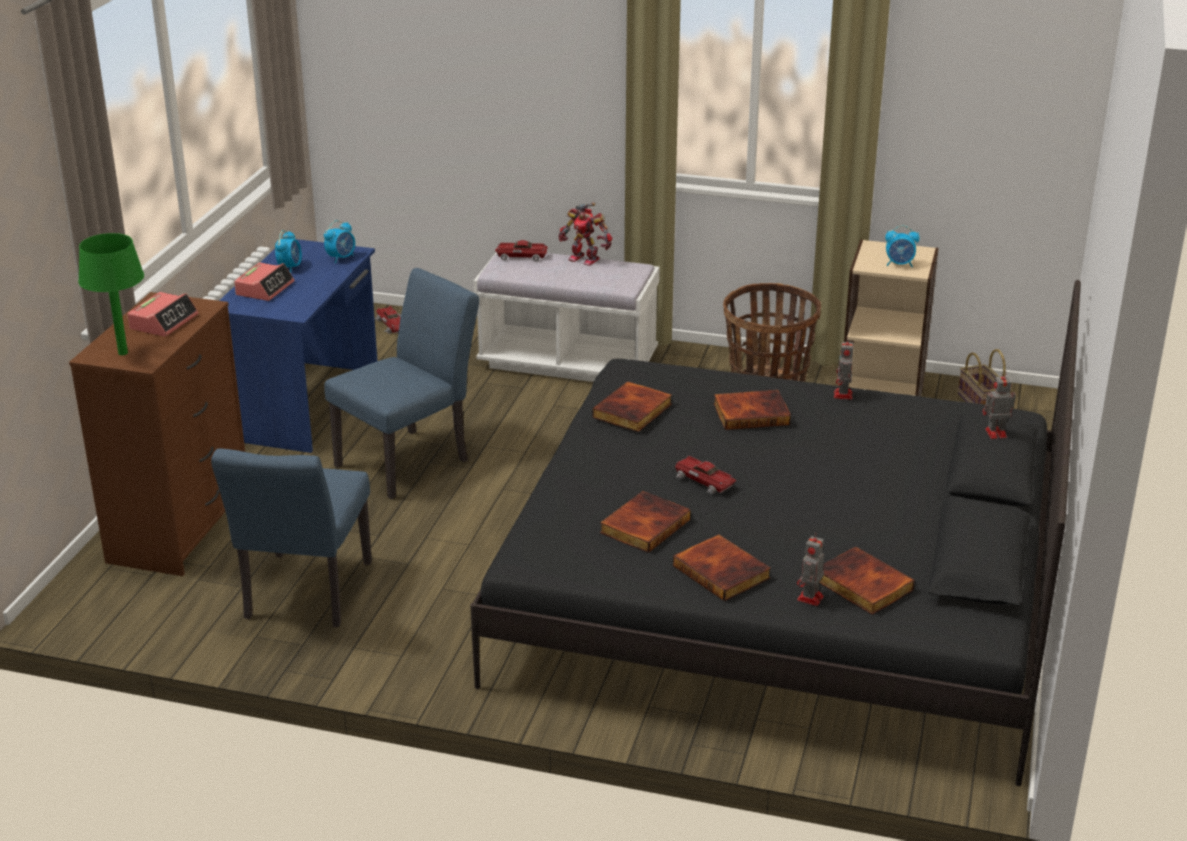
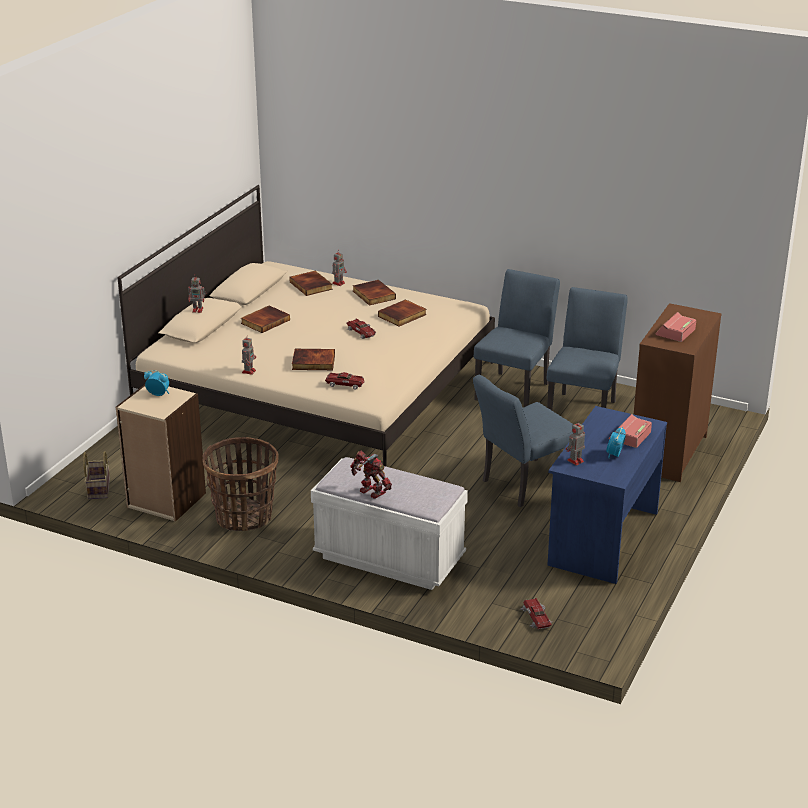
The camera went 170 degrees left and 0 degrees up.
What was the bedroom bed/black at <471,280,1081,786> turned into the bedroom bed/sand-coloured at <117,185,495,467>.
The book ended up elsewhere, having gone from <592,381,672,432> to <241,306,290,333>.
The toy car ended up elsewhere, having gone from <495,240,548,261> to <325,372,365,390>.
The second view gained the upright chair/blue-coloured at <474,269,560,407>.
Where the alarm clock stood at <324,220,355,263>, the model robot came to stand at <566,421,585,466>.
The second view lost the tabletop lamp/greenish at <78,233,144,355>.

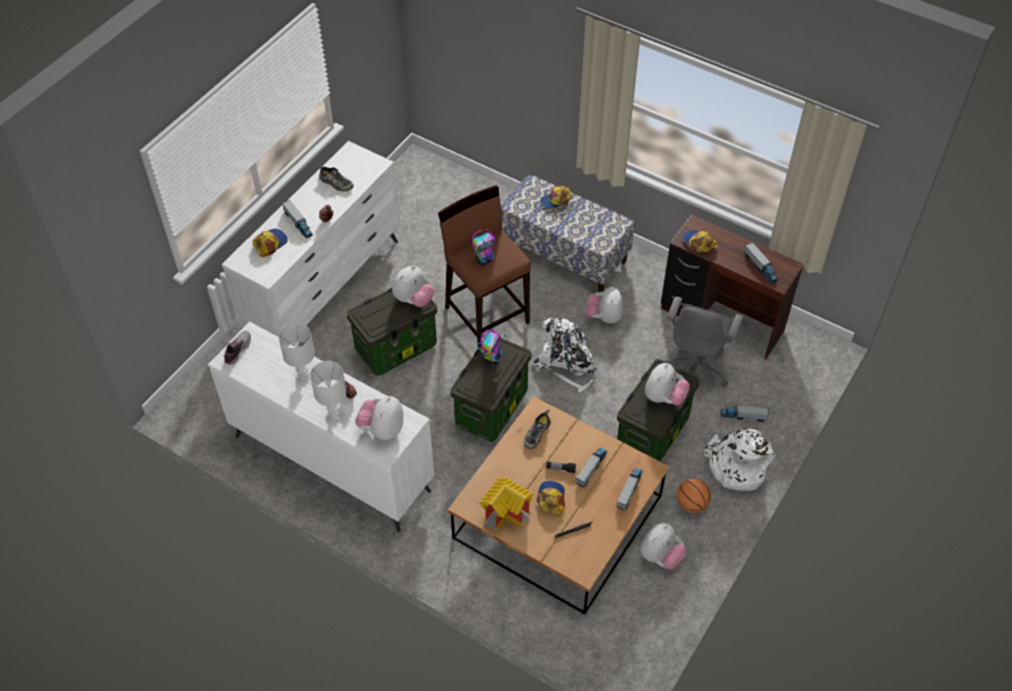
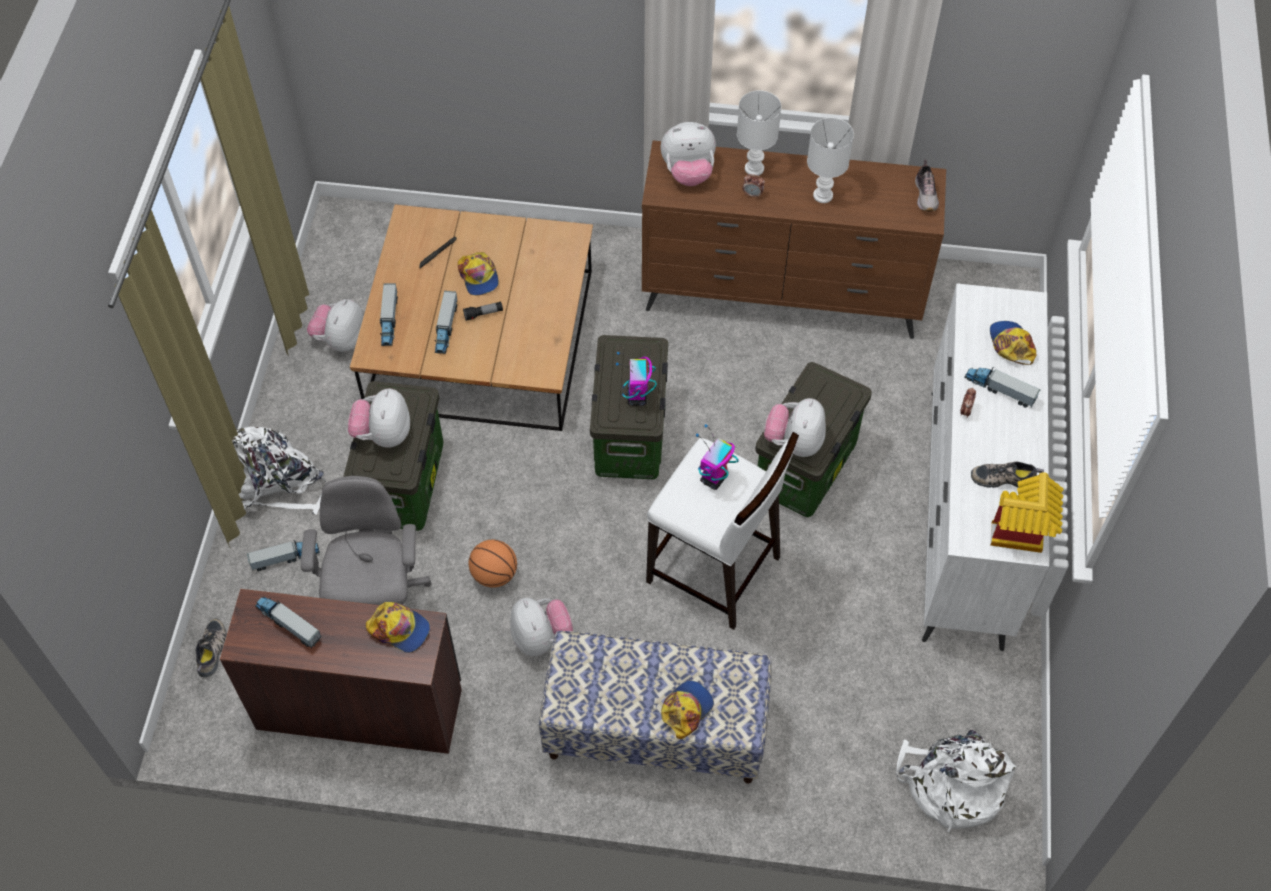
The camera went 155 degrees right and 5 degrees up.
The shoe ended up elsewhere, having gone from <524,409,551,449> to <196,618,227,677>.
The ball for basketball ended up elsewhere, having gone from <677,479,711,513> to <469,540,517,588>.
What was the drawer chest/white-coloured at <208,321,434,532> turned into the drawer chest/brown at <642,141,946,339>.
What was the stool seat/brown at <438,185,531,347> turned into the stool seat/white-coloured at <646,432,799,630>.
The soft toy at <355,396,403,440> ended up facing another way, 90 degrees clockwise from before.
The knapsack/white-coloured ended up elsewhere, having gone from <533,318,597,393> to <896,730,1016,832>.
The peaked cap at <253,228,288,257> ended up facing another way, 150 degrees clockwise from before.
The toy house ended up elsewhere, having gone from <479,477,533,531> to <990,472,1063,553>.

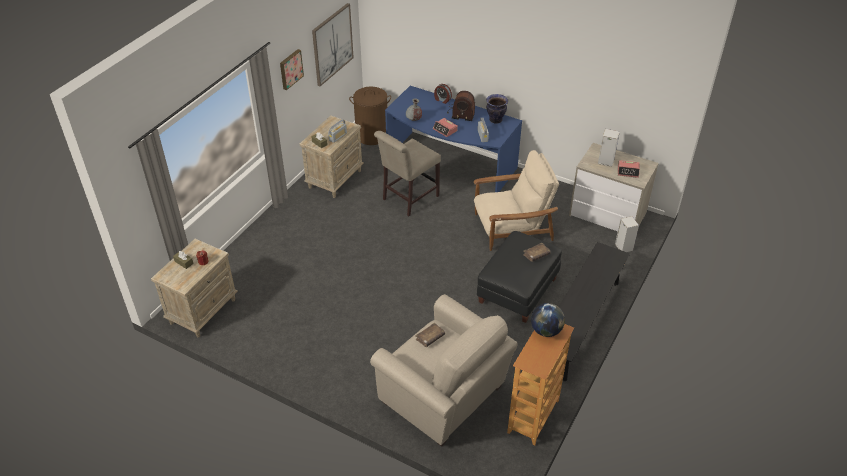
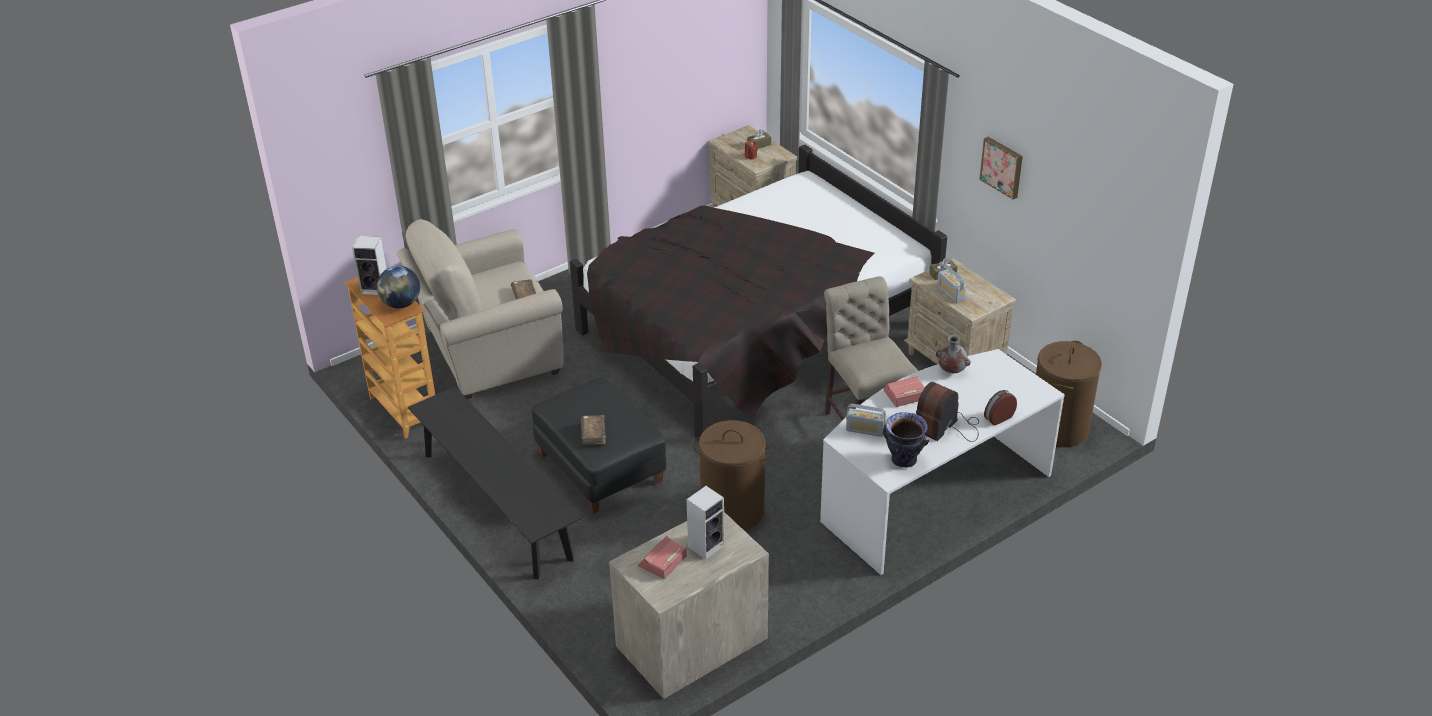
The camera went 115 degrees right and 5 degrees down.
The speaker ended up elsewhere, having gone from <615,216,639,252> to <352,236,387,295>.
The second view gained the bedroom bed/black at <570,145,947,440>.
Where the armchair/sand-coloured stood at <474,150,559,251>, the laundry basket/brown came to stand at <691,420,773,531>.
What was the desk unit/blue-coloured at <385,86,522,192> turned into the desk unit/white-coloured at <820,349,1065,575>.
The second view lost the wall picture at <312,3,354,86>.

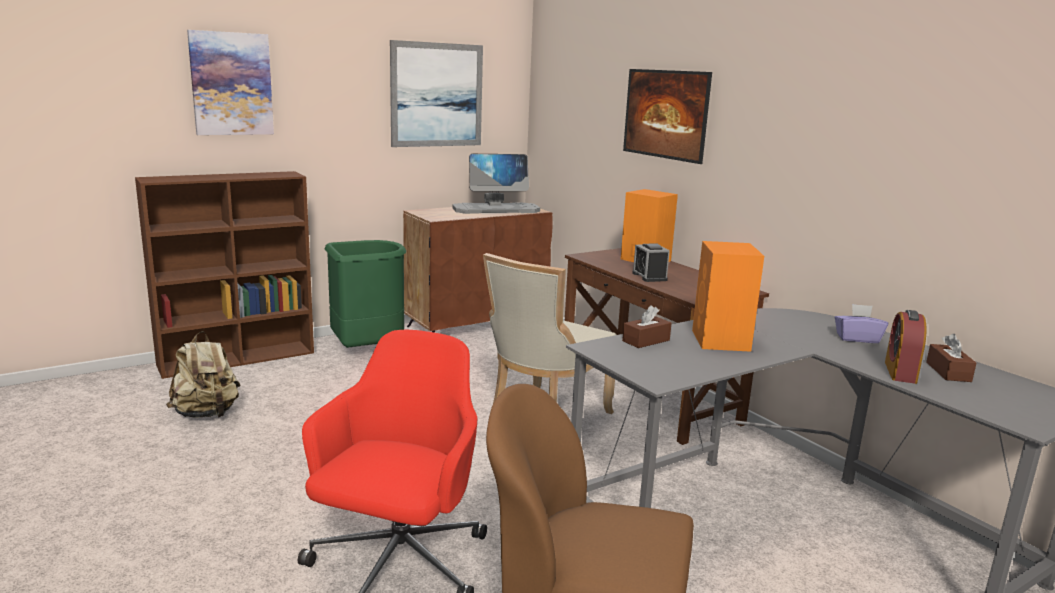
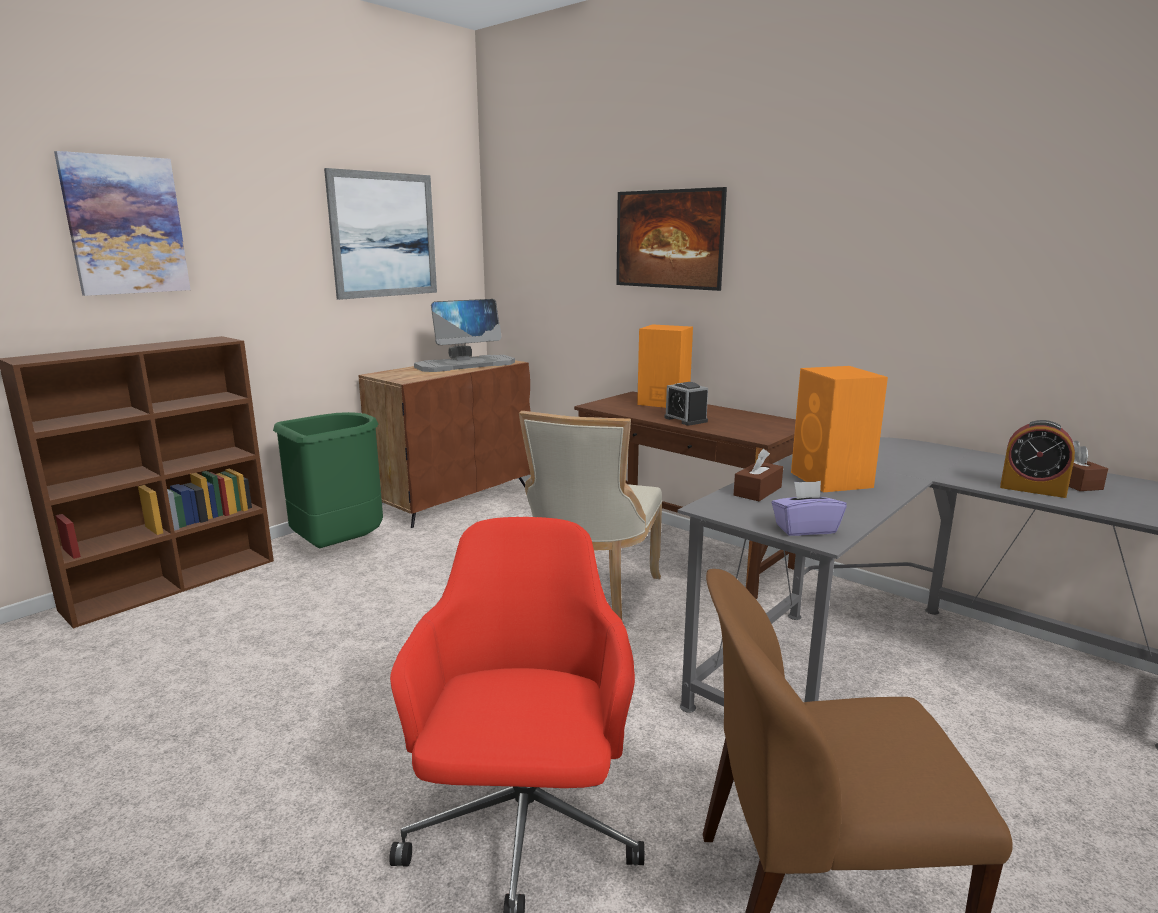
The camera went 15 degrees left and 0 degrees up.
The box of tissues/purplish ended up elsewhere, having gone from <835,304,888,343> to <772,481,847,536>.
The alarm clock at <885,310,927,384> ended up facing another way, 60 degrees counterclockwise from before.
The second view lost the knapsack/sand-coloured at <166,331,240,418>.

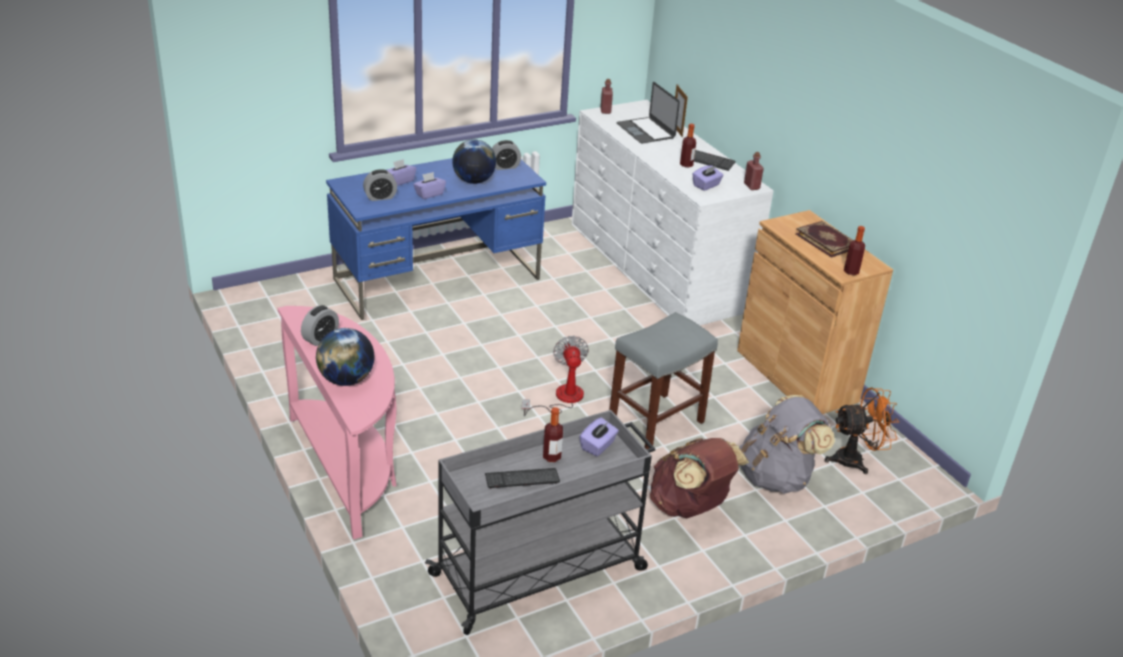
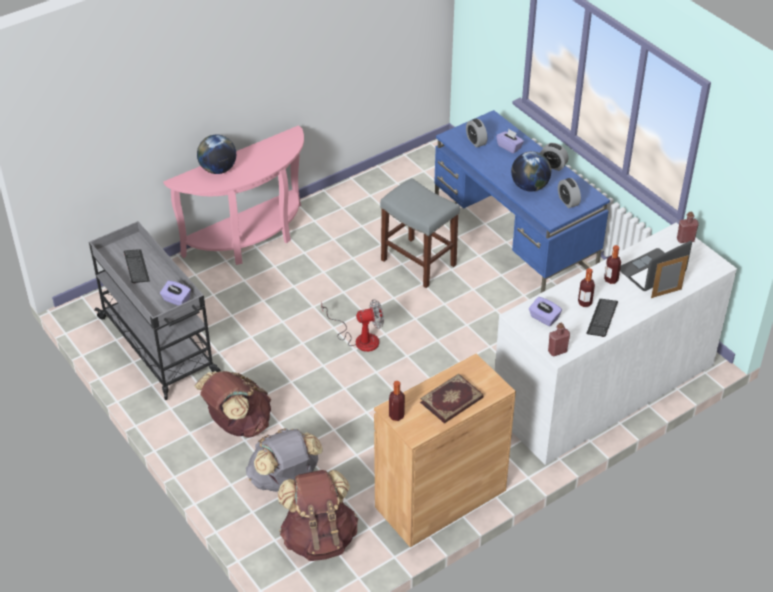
The camera went 85 degrees right and 10 degrees up.
Where the electric fan/orange-coloured stood at <825,388,899,474>, the knapsack/brown came to stand at <278,470,358,561>.
The stool seat/gray ended up elsewhere, having gone from <610,312,718,449> to <380,178,460,288>.
The alarm clock ended up elsewhere, having gone from <301,305,339,346> to <540,143,569,171>.
The beverage bottle ended up elsewhere, having gone from <543,407,563,462> to <604,245,621,284>.
The second view lost the box of tissues/purplish at <413,172,446,199>.

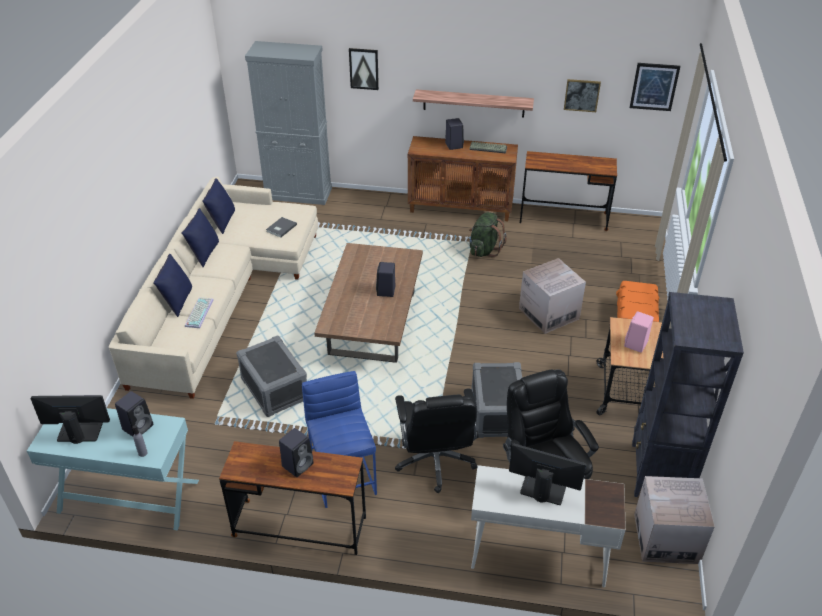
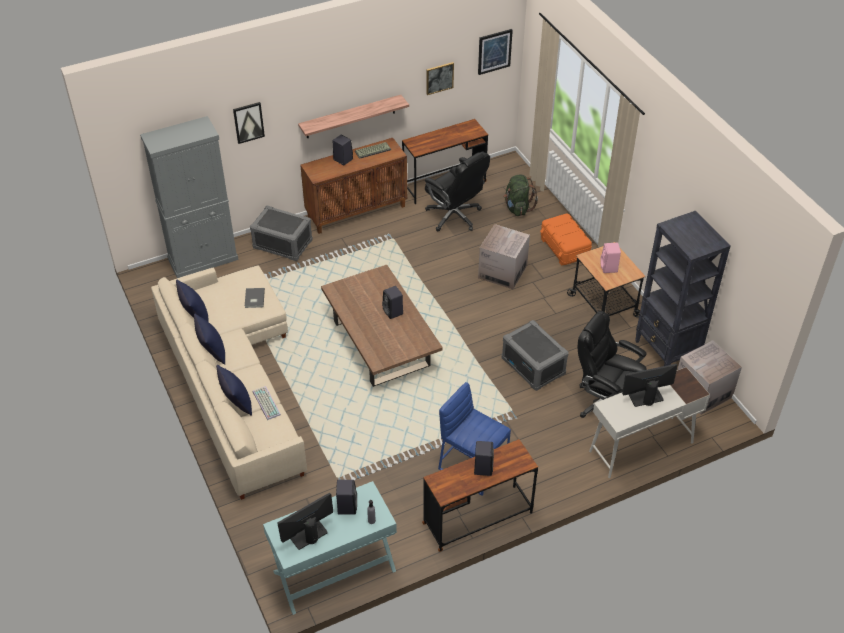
The camera went 35 degrees left and 5 degrees up.
The storage box/gray ended up elsewhere, having gone from <236,335,307,417> to <250,206,313,261>.
The desk chair/black ended up elsewhere, having gone from <395,388,478,493> to <425,152,490,231>.
The knapsack/greenish ended up elsewhere, having gone from <469,212,507,257> to <503,175,538,216>.

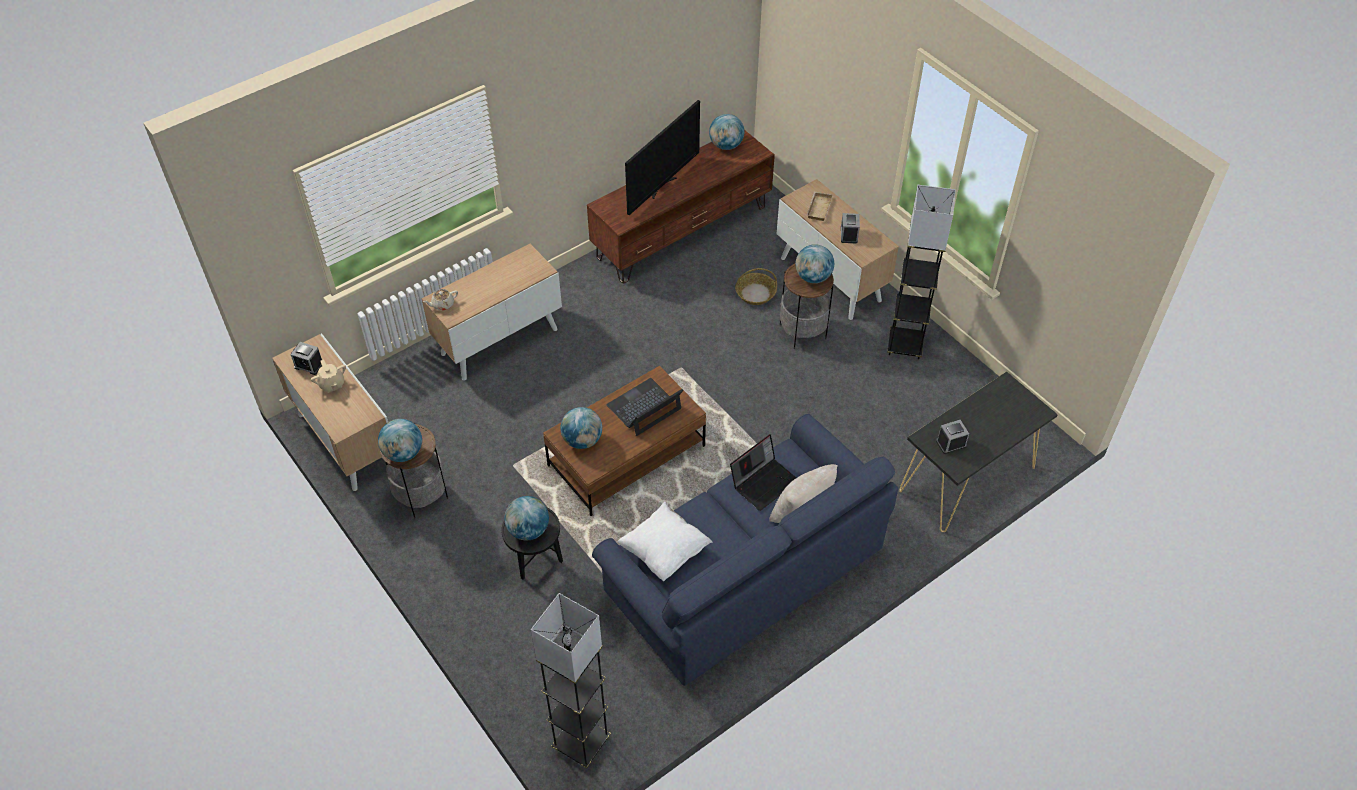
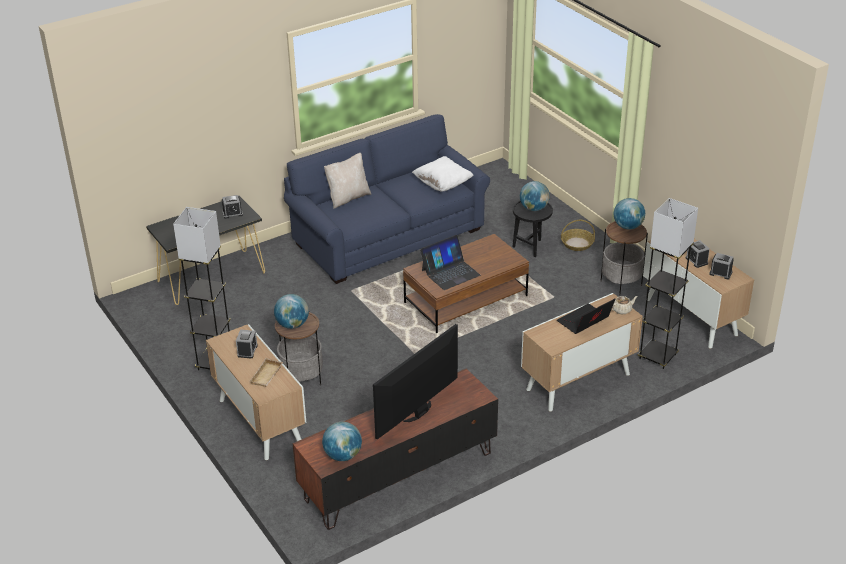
The camera went 175 degrees left and 15 degrees down.
The notebook computer ended up elsewhere, having gone from <730,434,796,511> to <557,299,615,334>.
The storage basket ended up elsewhere, having gone from <735,268,777,305> to <561,220,595,251>.
The standard lamp/gray ended up elsewhere, having gone from <531,593,611,768> to <638,198,698,369>.
Where the teapot/sand-coloured stood at <311,360,346,393>, the alarm clock came to stand at <686,240,710,268>.
The second view lost the desk globe at <560,407,602,449>.

